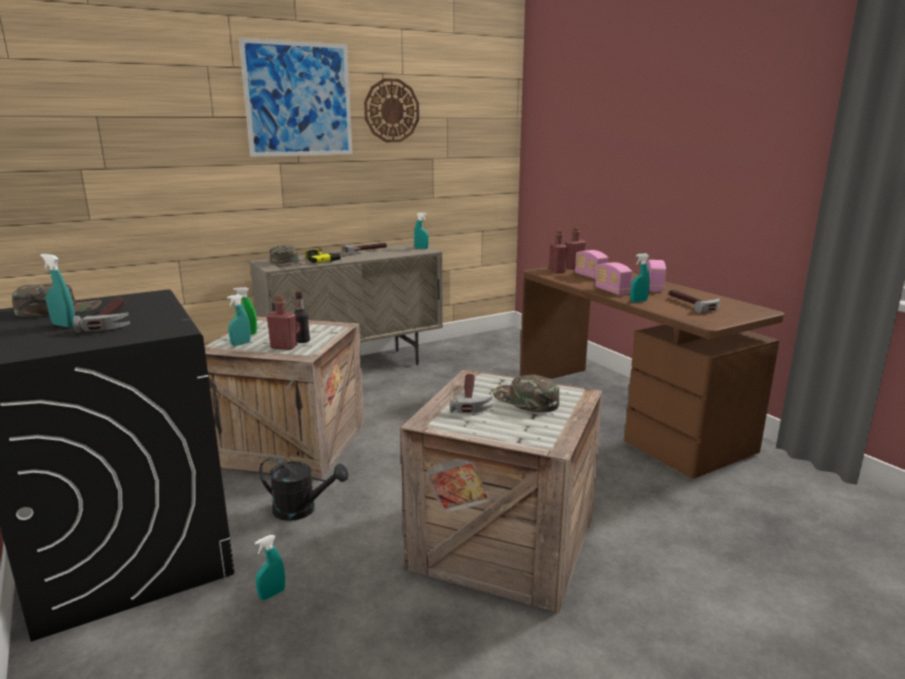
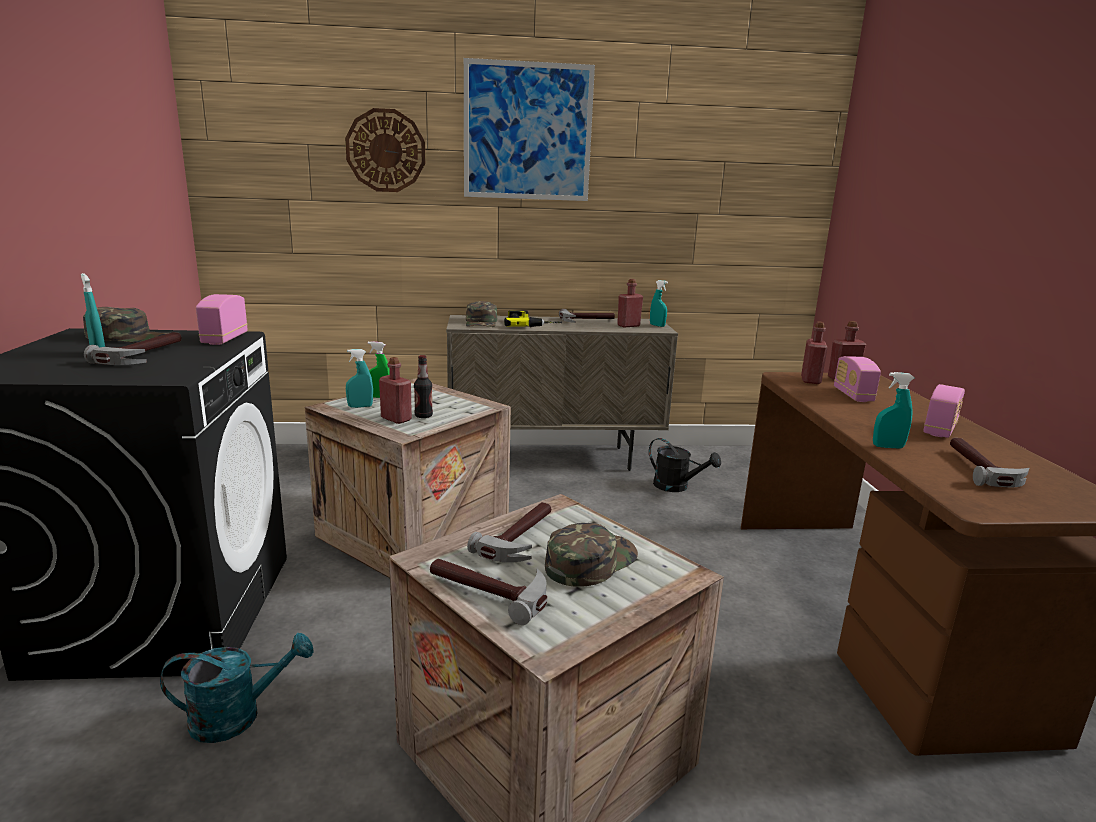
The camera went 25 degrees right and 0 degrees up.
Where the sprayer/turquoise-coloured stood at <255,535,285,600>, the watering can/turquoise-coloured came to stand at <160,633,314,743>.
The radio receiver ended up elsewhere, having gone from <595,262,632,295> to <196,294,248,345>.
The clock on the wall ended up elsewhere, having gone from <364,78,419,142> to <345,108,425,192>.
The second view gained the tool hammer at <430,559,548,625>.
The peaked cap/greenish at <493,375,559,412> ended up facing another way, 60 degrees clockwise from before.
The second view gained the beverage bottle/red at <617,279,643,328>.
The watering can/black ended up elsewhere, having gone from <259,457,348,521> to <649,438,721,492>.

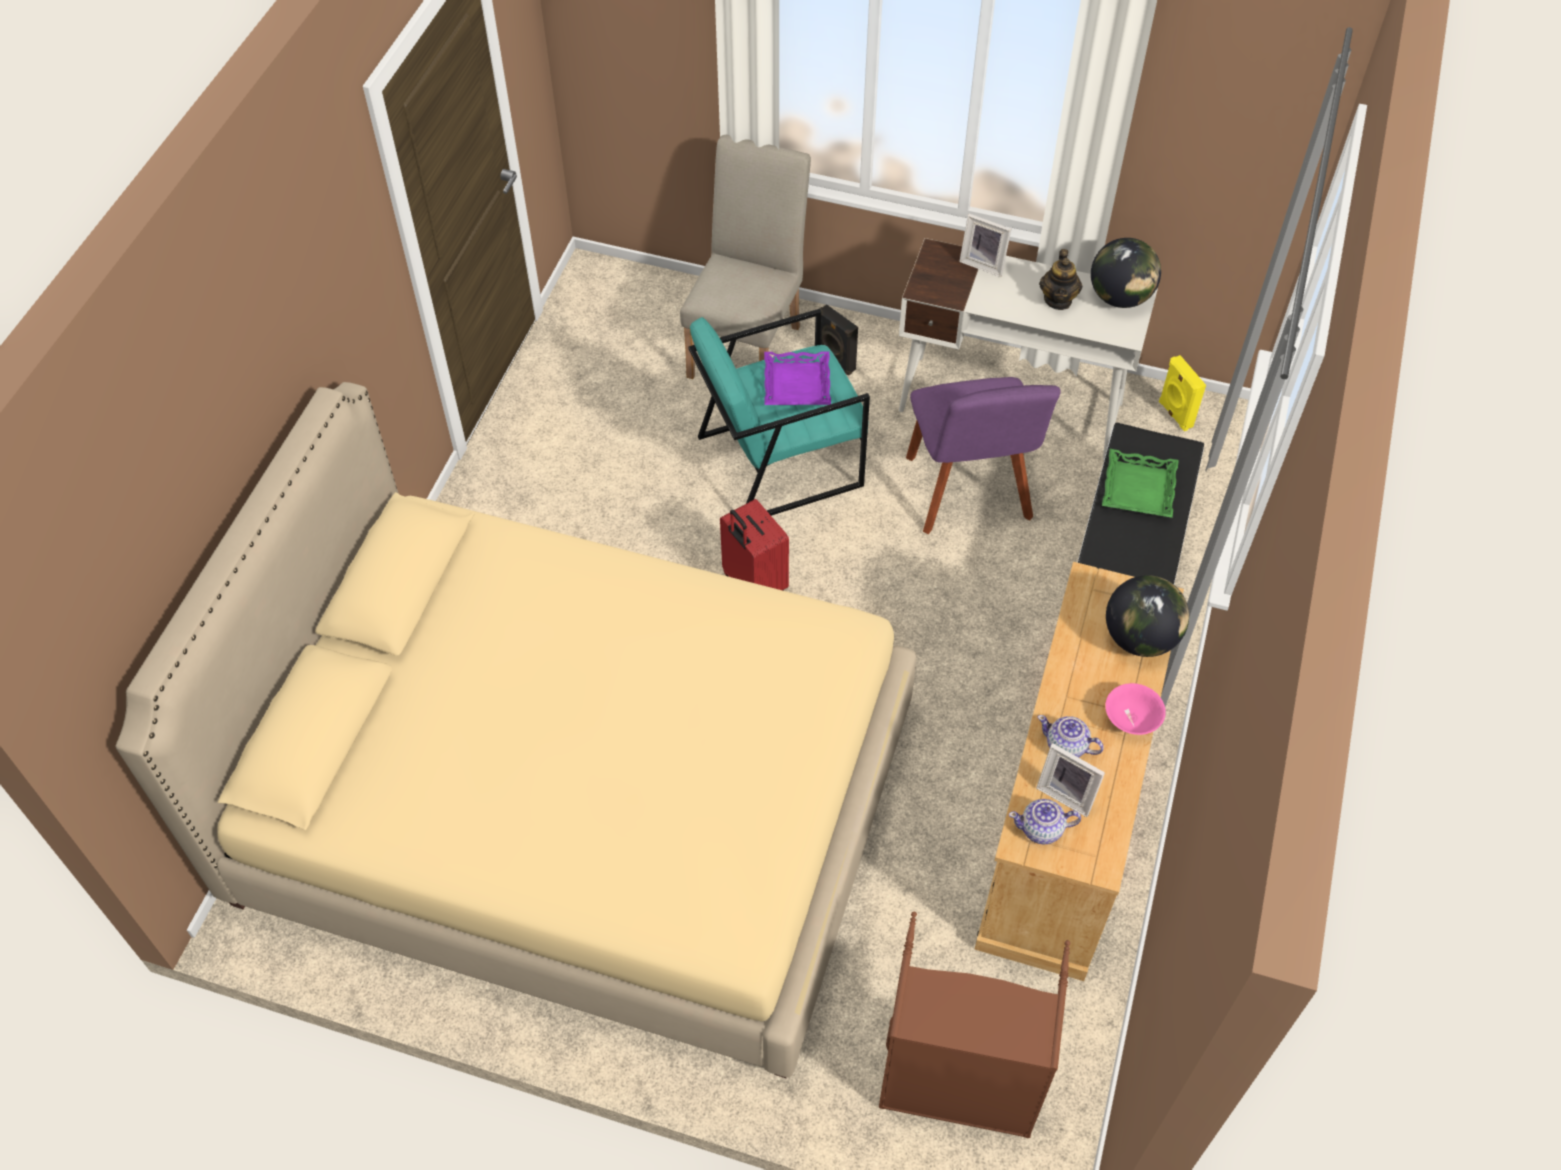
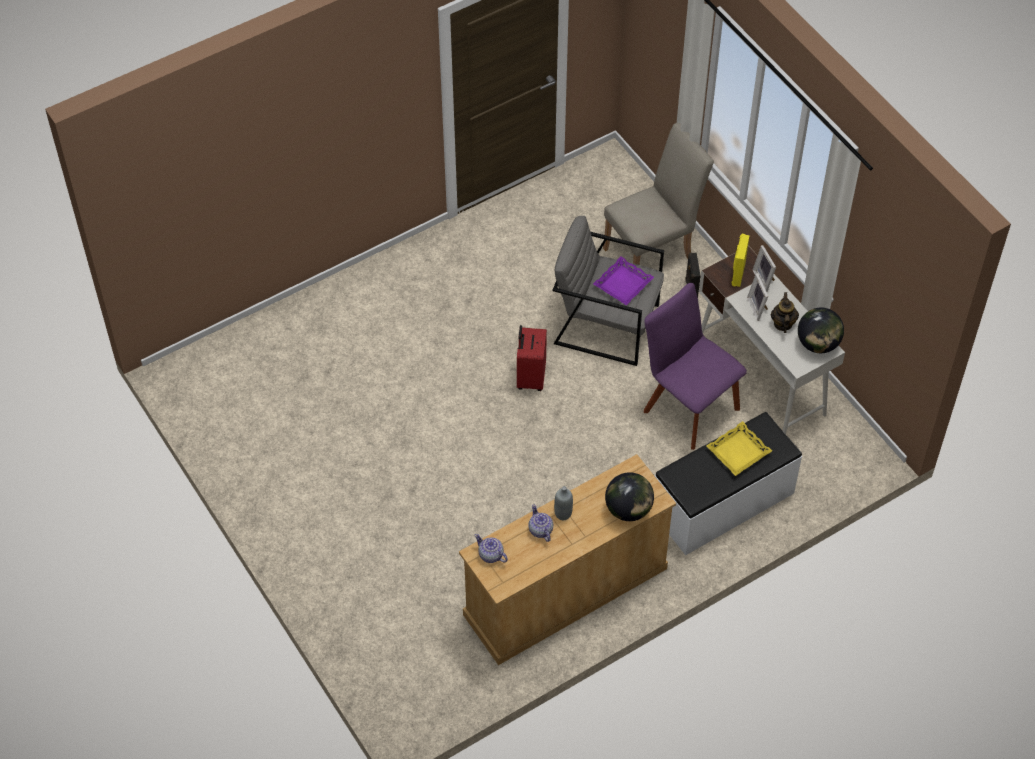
The camera went 40 degrees right and 0 degrees up.
What was the armchair/turquoise-coloured at <688,309,870,516> turned into the armchair/gray at <553,216,664,366>.
The second view gained the beverage bottle/gray at <554,486,573,521>.
The upright chair/purplish at <906,377,1061,534> ended up facing another way, 105 degrees clockwise from before.
What was the tray/greenish at <1102,449,1179,518> turned into the tray/yellow-coloured at <706,421,772,476>.
The speaker/yellow-coloured ended up elsewhere, having gone from <1159,355,1206,431> to <731,234,750,287>.
The picture frame ended up elsewhere, having gone from <1036,743,1105,817> to <747,273,768,321>.
The teapot at <1039,249,1082,310> ended up facing another way, 135 degrees clockwise from before.
The second view lost the bedroom bed/sand-coloured at <115,382,917,1078>.
The second view lost the laundry basket/brown at <879,912,1070,1138>.
The second view lost the bowl/pink-coloured at <1105,683,1166,735>.

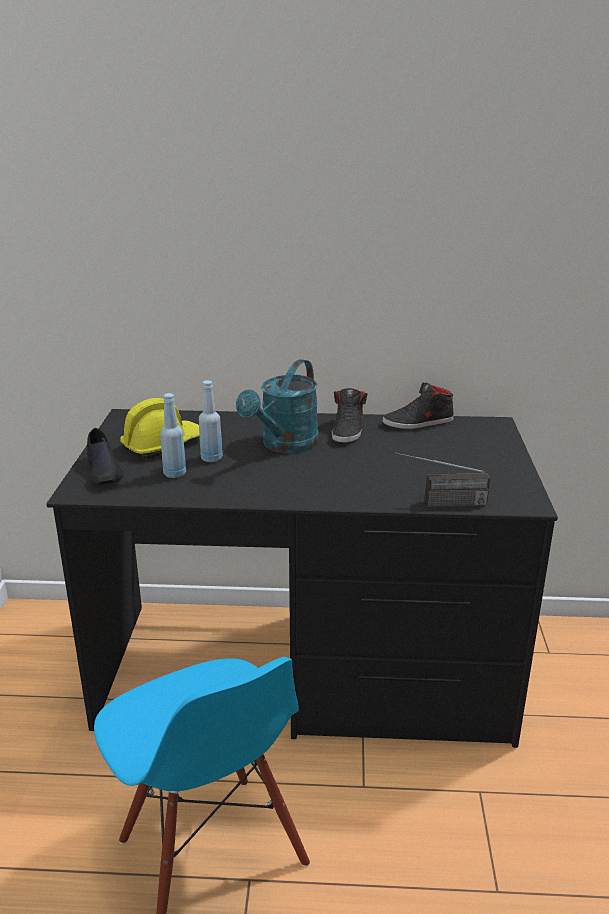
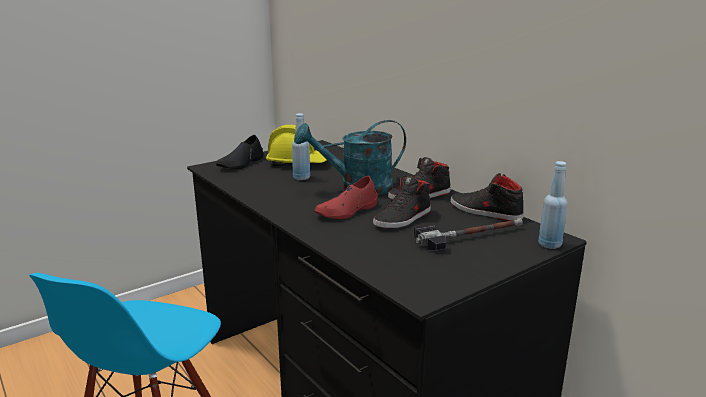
The camera went 50 degrees right and 5 degrees down.
The second view gained the shoe/red at <314,176,378,219>.
The second view gained the shoe/black at <373,176,431,228>.
The second view gained the tool hammer at <414,218,523,251>.
The beverage bottle/blue-coloured ended up elsewhere, having gone from <160,393,186,478> to <538,161,568,249>.
The second view lost the radio receiver at <396,453,490,507>.

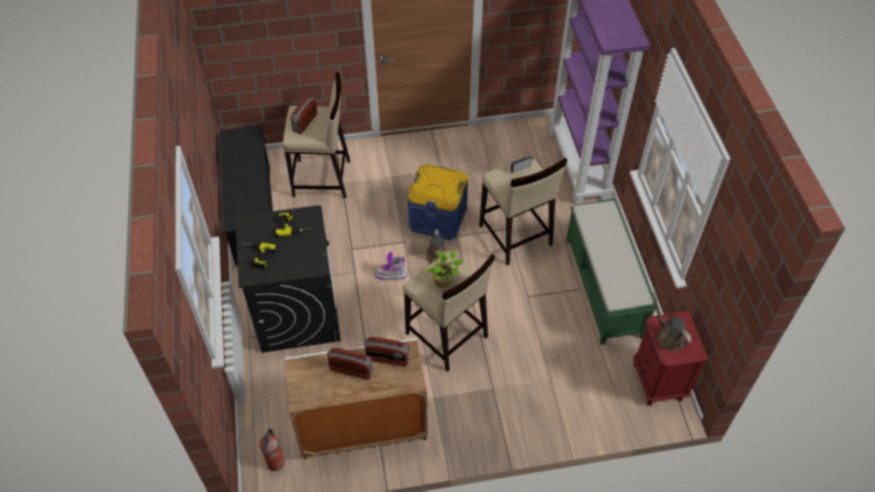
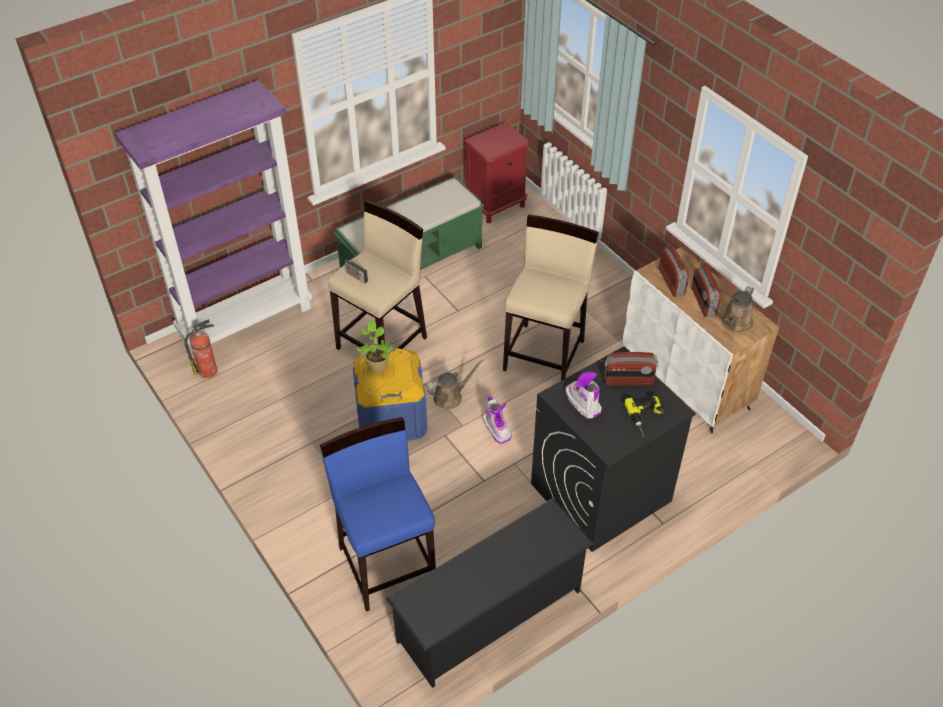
The camera went 115 degrees left and 5 degrees down.
The fire extinguisher ended up elsewhere, having gone from <260,429,285,471> to <185,319,217,378>.
What was the stool seat/sand-coloured at <283,72,350,198> turned into the stool seat/blue-coloured at <320,417,436,612>.
The plant in a pot ended up elsewhere, having gone from <426,250,463,288> to <356,320,393,373>.
Where the electric drill stood at <275,211,314,237>, the tall boot came to stand at <565,372,602,419>.
The radio receiver ended up elsewhere, having gone from <290,94,317,134> to <604,352,658,385>.
The watering can/brown ended up elsewhere, having gone from <652,291,692,351> to <721,286,754,332>.

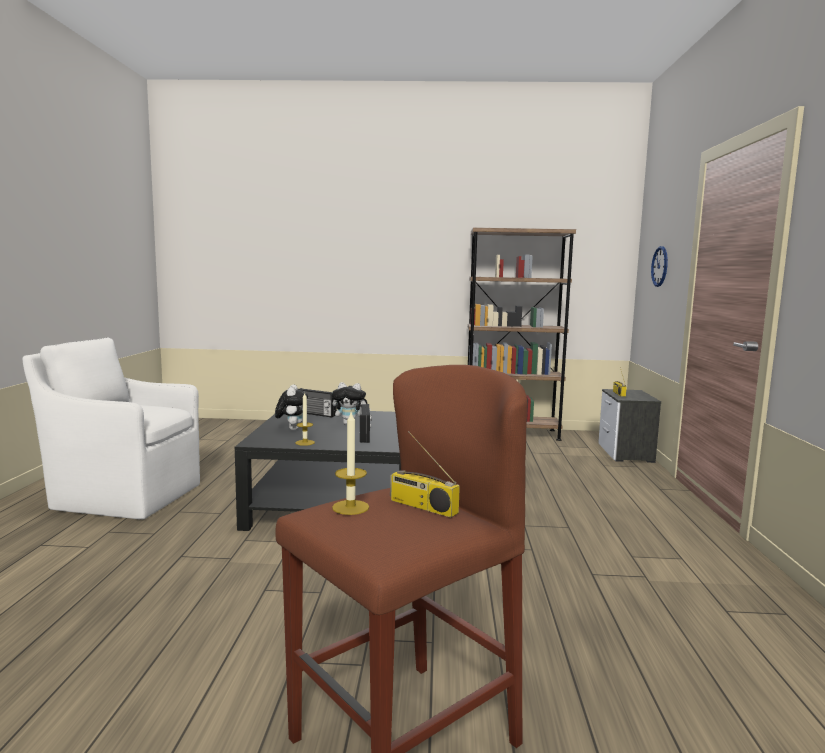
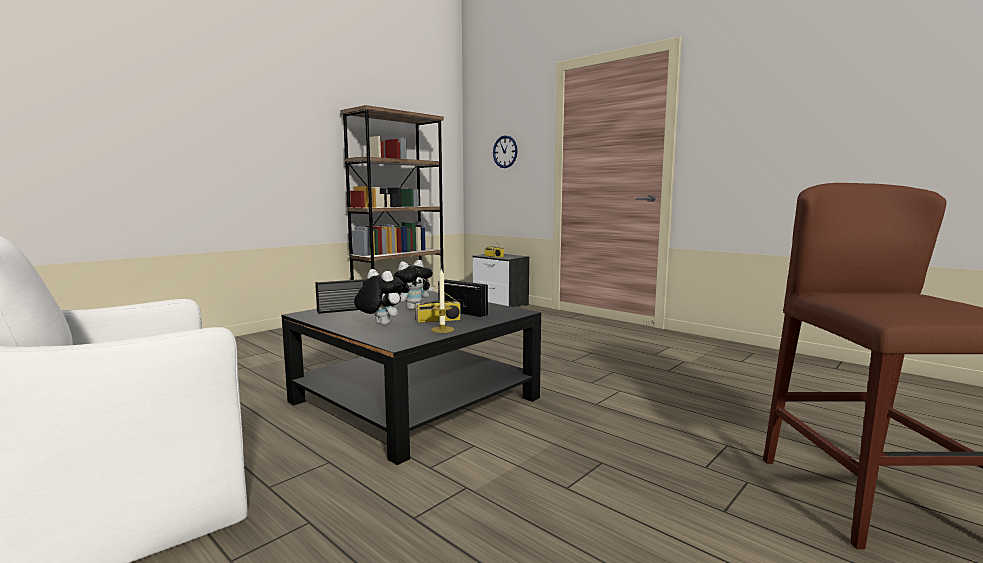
The camera went 50 degrees left and 0 degrees up.
The radio receiver ended up elsewhere, having gone from <390,431,460,518> to <415,278,461,323>.
The second view lost the candle at <332,412,369,515>.

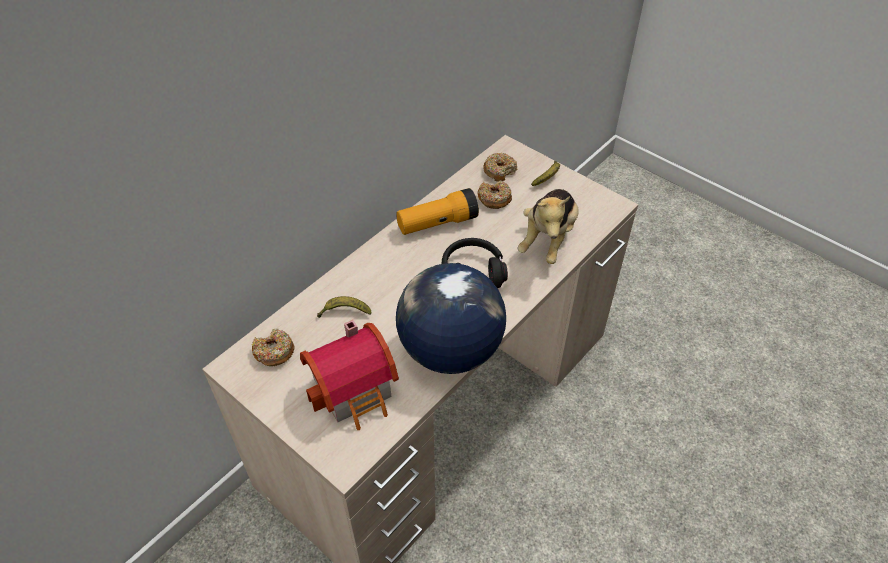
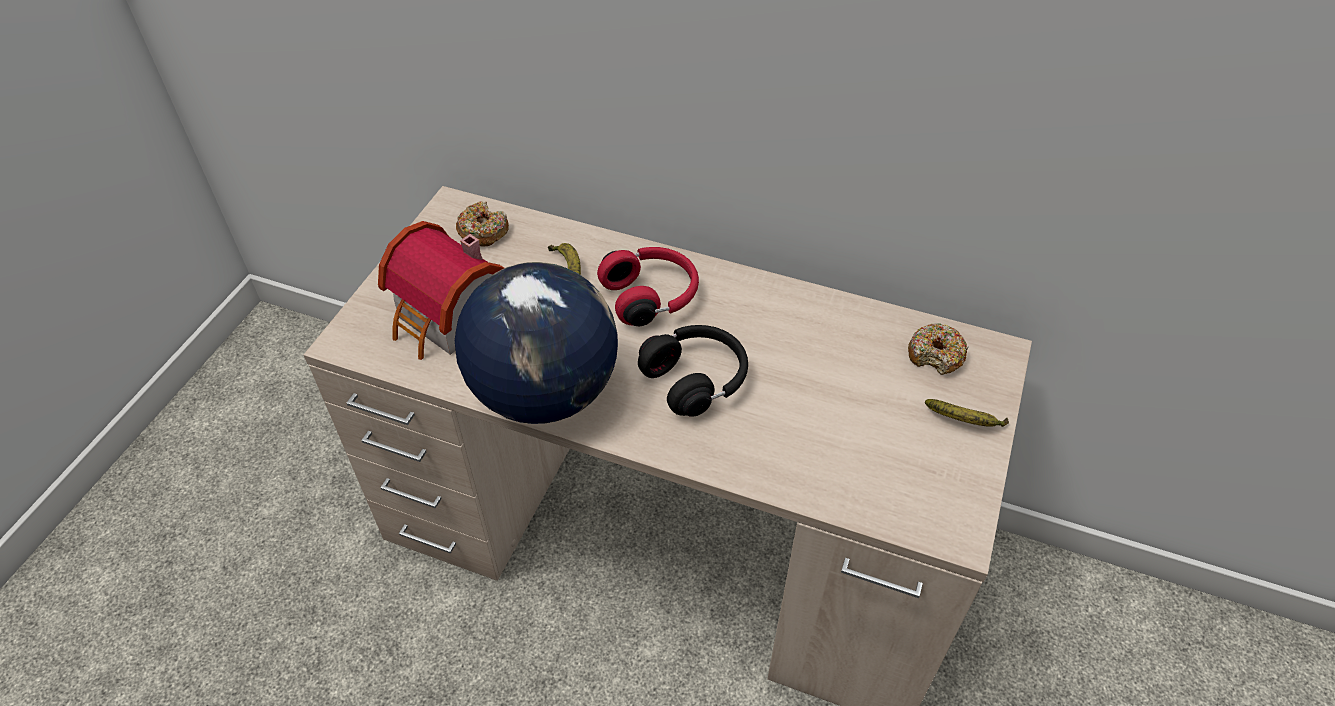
The camera went 70 degrees right and 0 degrees up.
The second view gained the headphones/red at <597,247,699,326>.
The second view lost the torch at <396,188,479,235>.
The second view lost the donut at <478,180,512,209>.
The second view lost the soft toy at <518,189,579,264>.

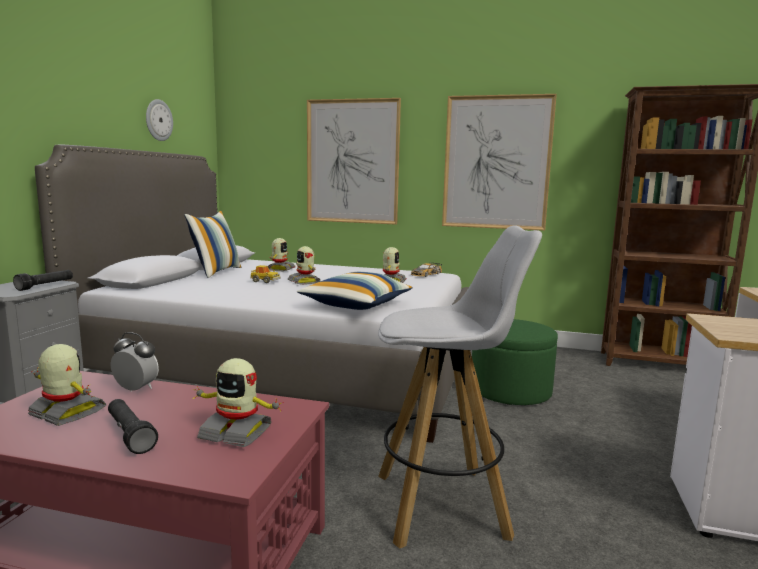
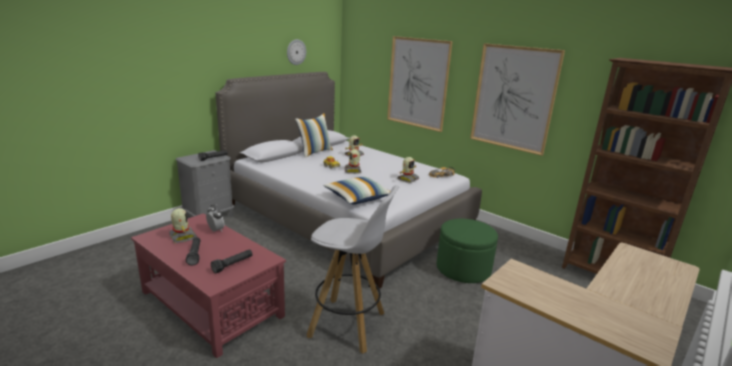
The camera went 25 degrees right and 10 degrees up.
Where the model robot stood at <193,358,284,447>, the torch/black came to stand at <211,249,253,273>.

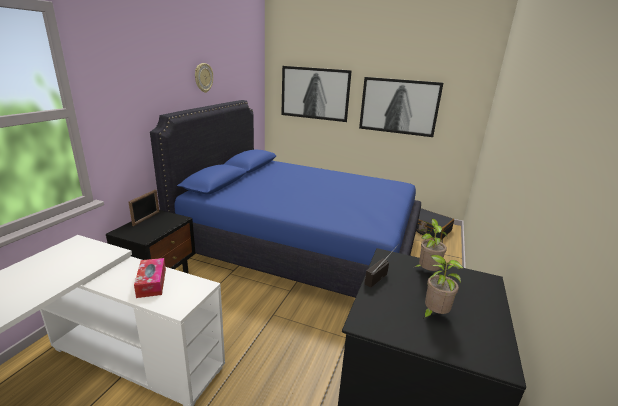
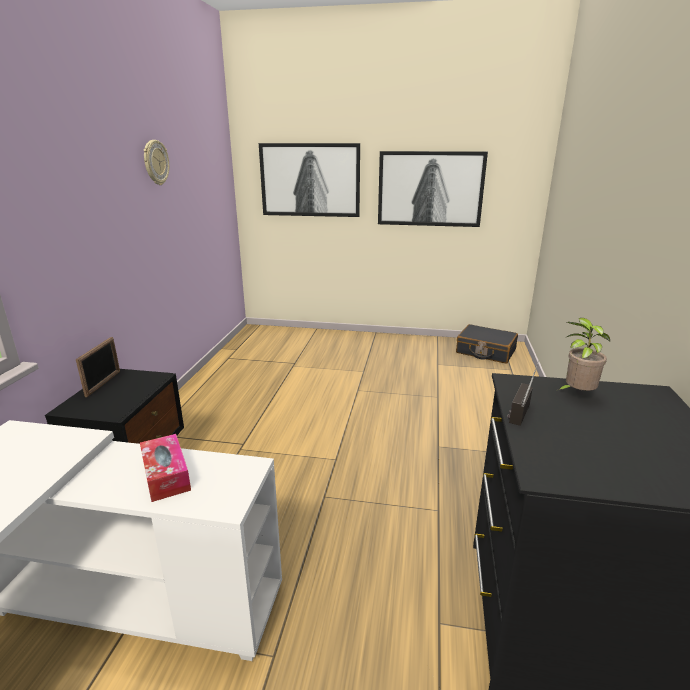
The camera went 10 degrees left and 0 degrees up.
The second view lost the bedroom bed/blue-coloured at <150,100,421,298>.
The second view lost the plant in a pot at <422,255,463,319>.

